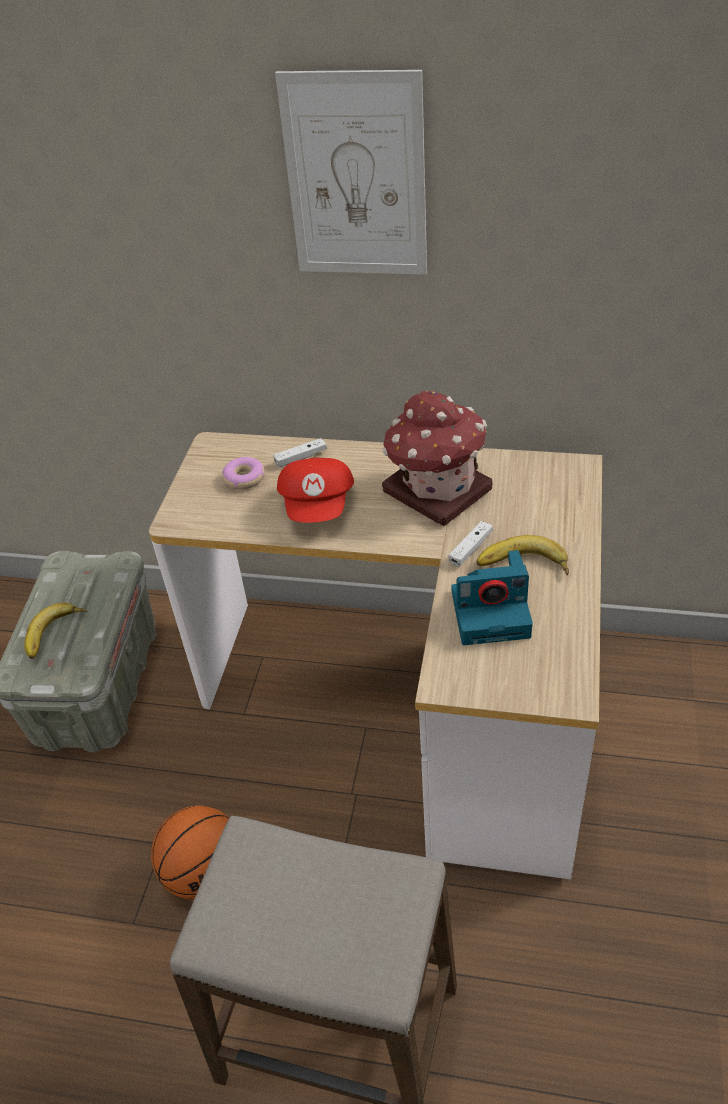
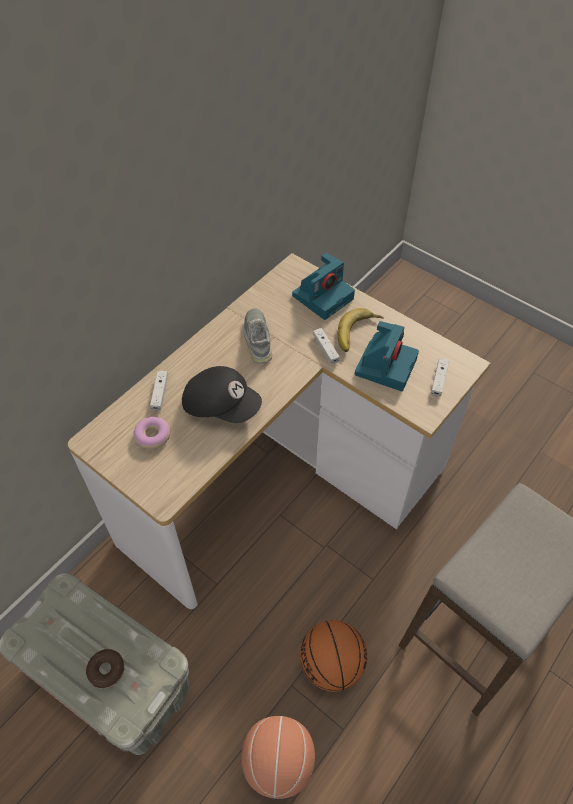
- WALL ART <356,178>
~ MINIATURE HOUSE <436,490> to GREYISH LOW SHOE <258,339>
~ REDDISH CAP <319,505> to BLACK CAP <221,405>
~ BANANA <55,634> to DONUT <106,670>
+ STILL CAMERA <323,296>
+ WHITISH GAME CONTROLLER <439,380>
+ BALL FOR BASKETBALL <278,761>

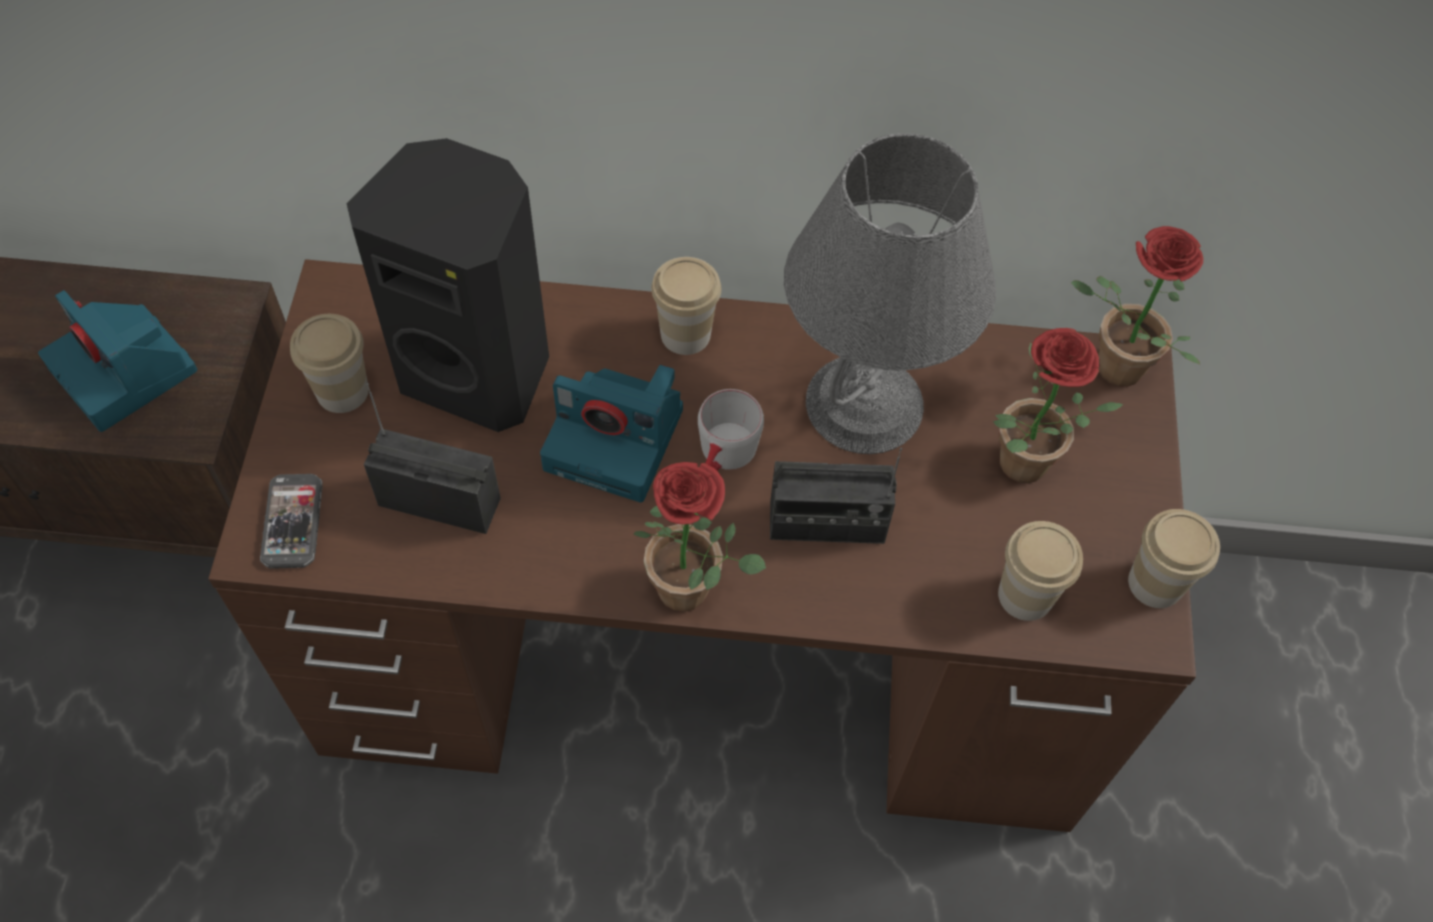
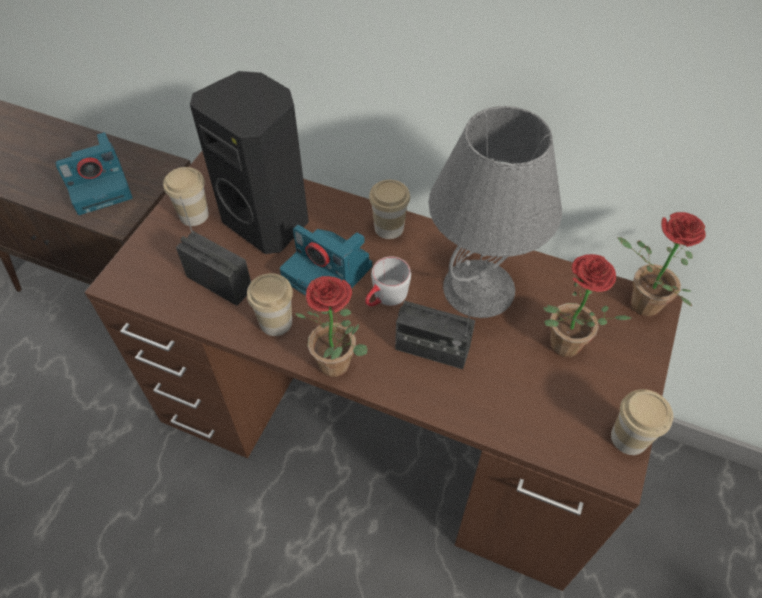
~ STILL CAMERA <126,371> = <101,186> 90 degrees counterclockwise
- PHONE <292,522>
~ CUP <1025,595> to <276,322>

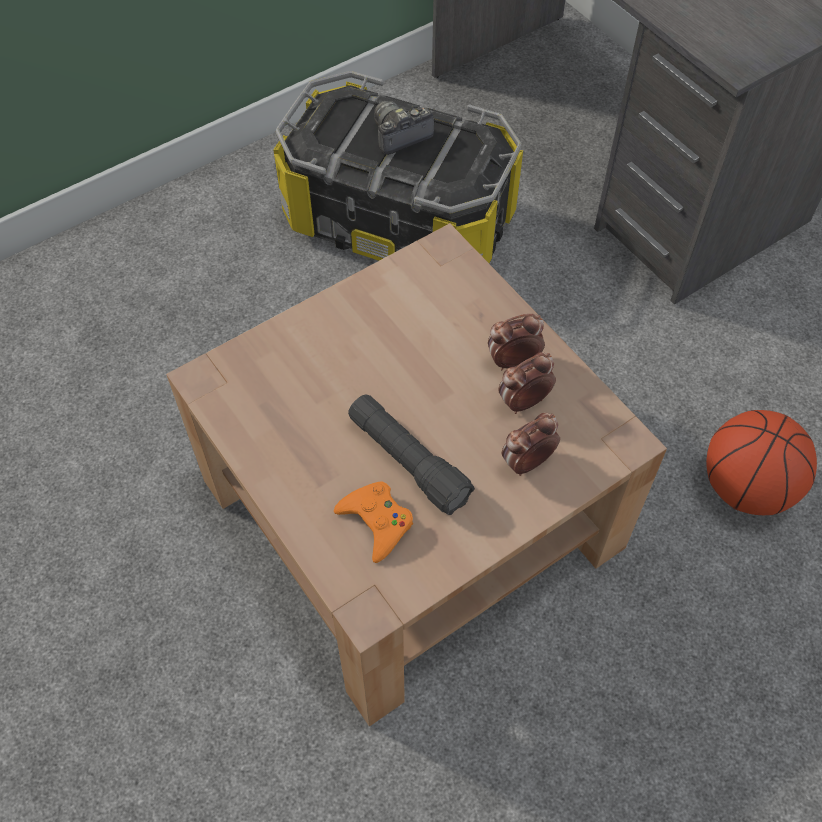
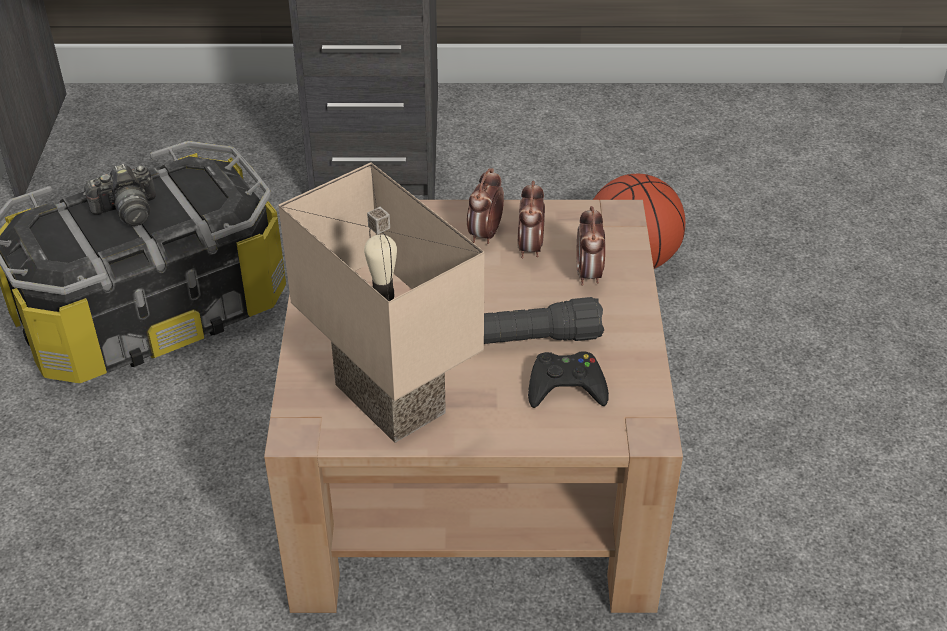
~ STILL CAMERA <400,136> = <127,211> 120 degrees counterclockwise
~ ORANGE-COLOURED GAME CONTROLLER <376,522> to BLACK GAME CONTROLLER <566,387>
+ BEIGE TABLETOP LAMP <384,400>

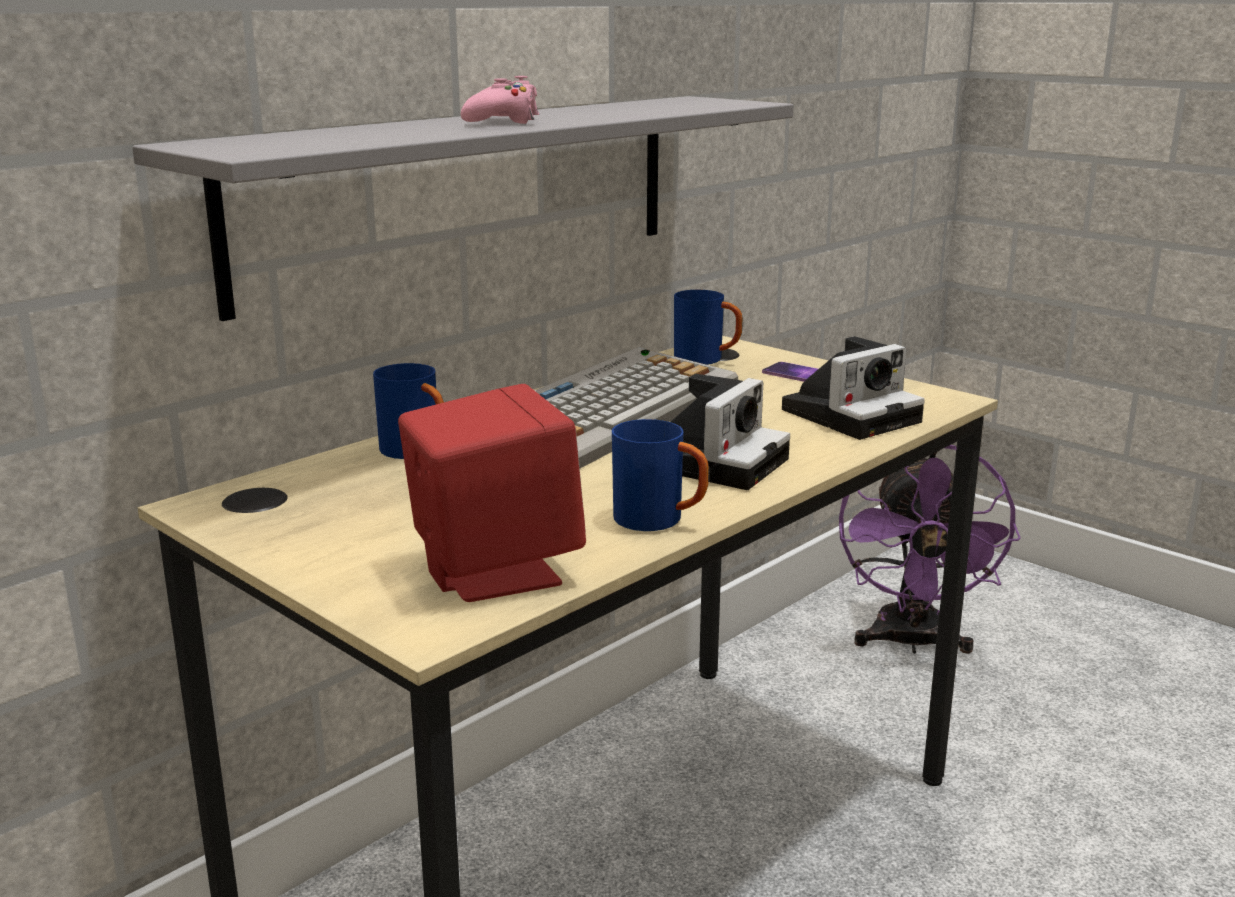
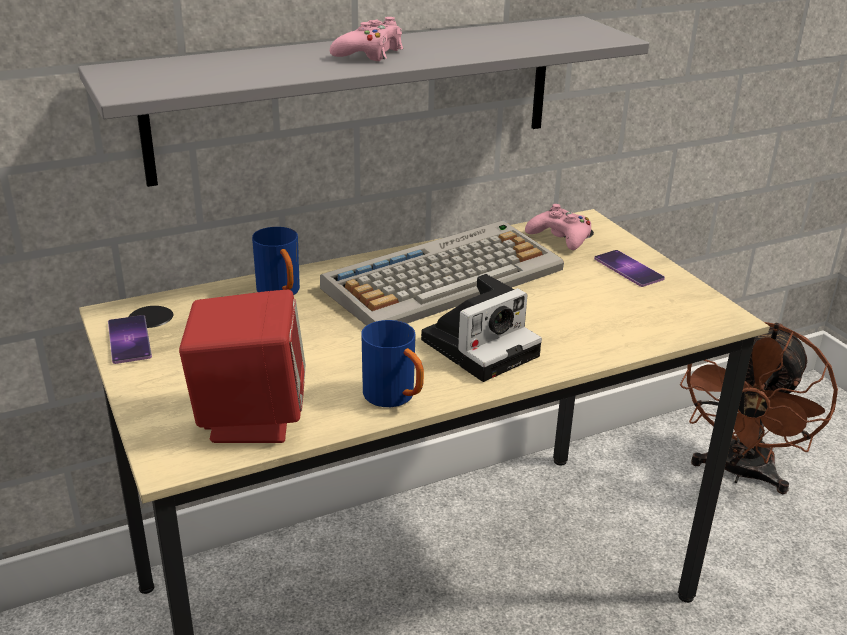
~ BLUISH MUG <707,360> to PINK-COLOURED GAME CONTROLLER <560,237>
- STILL CAMERA <853,414>
~ PURPLISH COOLING FAN <912,643> to BROWNISH COOLING FAN <739,473>
+ PHONE <129,339>

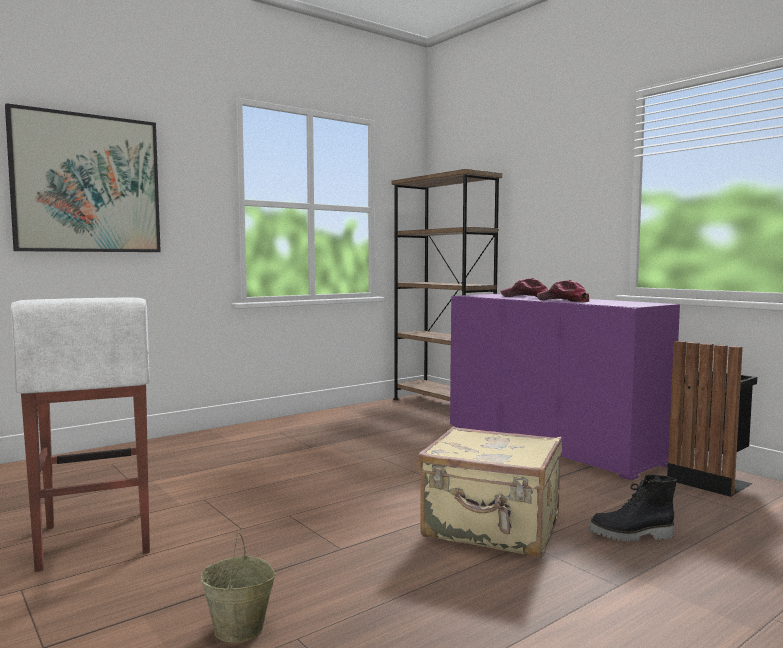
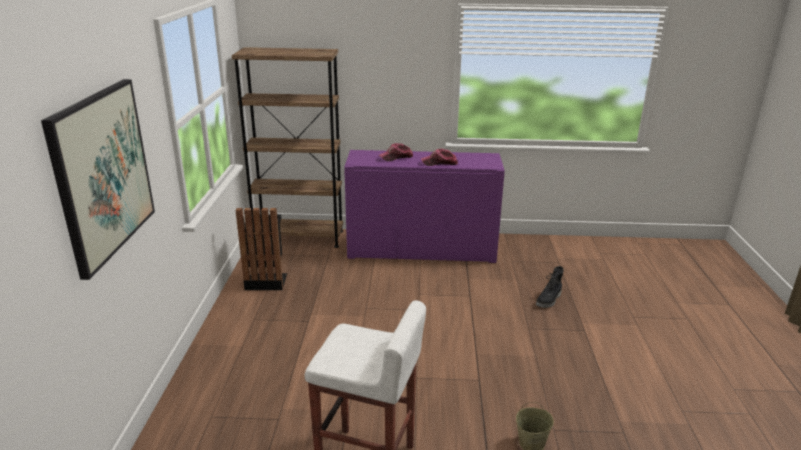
~ BLACK TRASH CAN <710,480> to <266,280>
- BEIGE TRAVEL CASE <492,529>

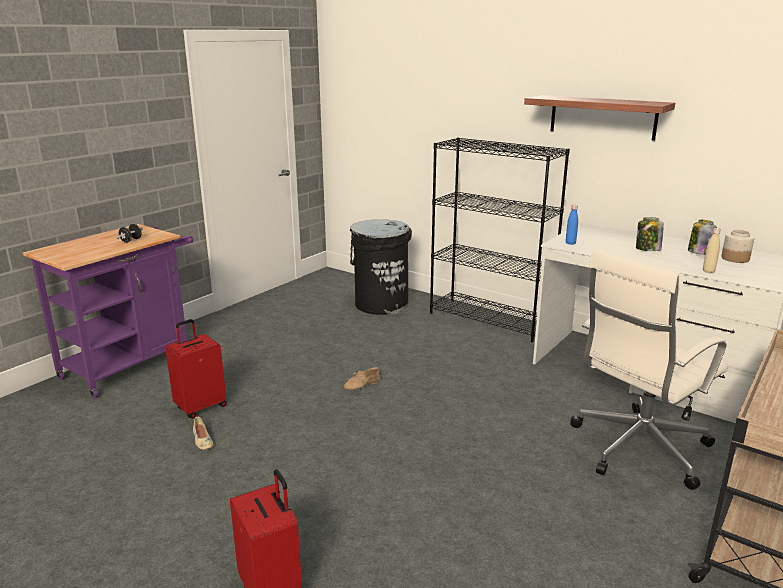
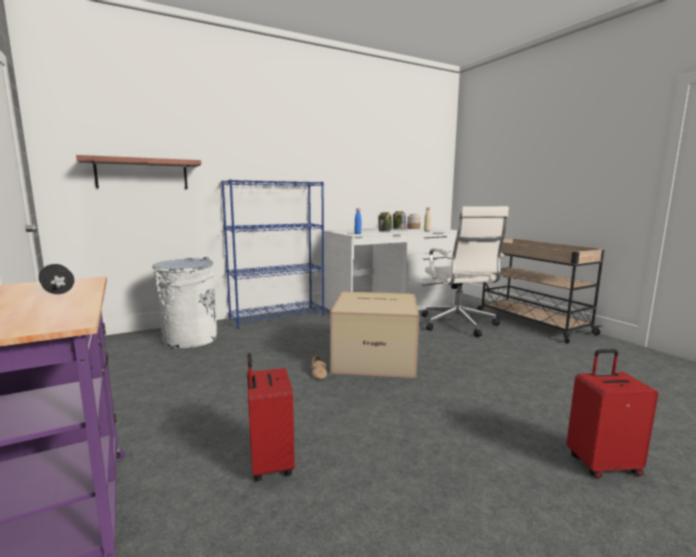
~ WALL SHELF <602,117> to <142,174>
~ BLACK BOOKCASE <490,319> to BLUISH BOOKCASE <278,317>
~ BLACK TRASH CAN <381,304> to WHITISH TRASH CAN <189,339>
- BEIGE LOW SHOE <202,440>
+ CARDBOARD BOX <376,358>

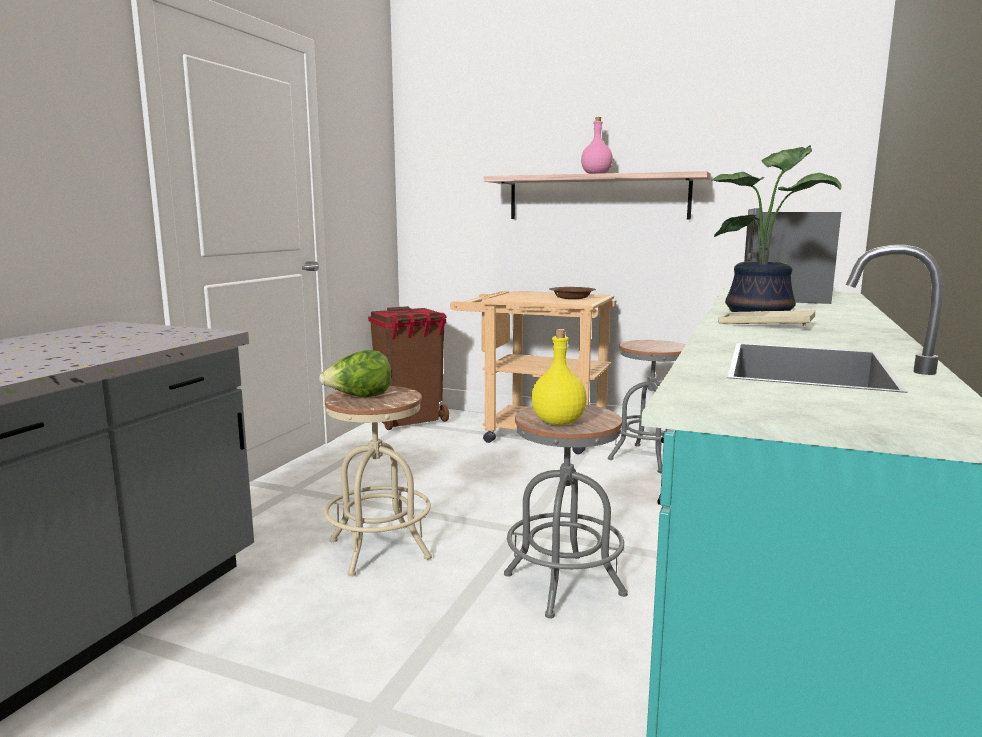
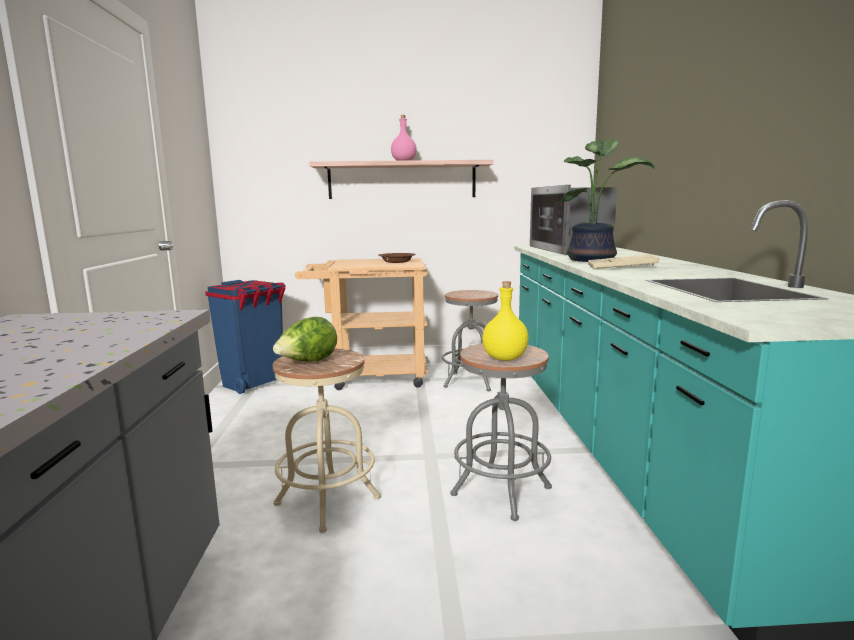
~ BROWNISH TRASH CAN <410,421> to BLUISH TRASH CAN <254,383>

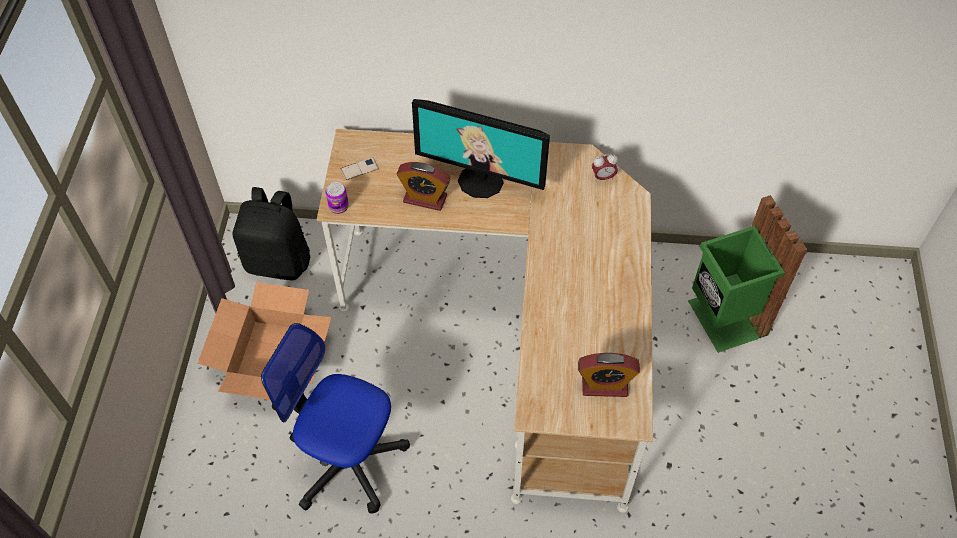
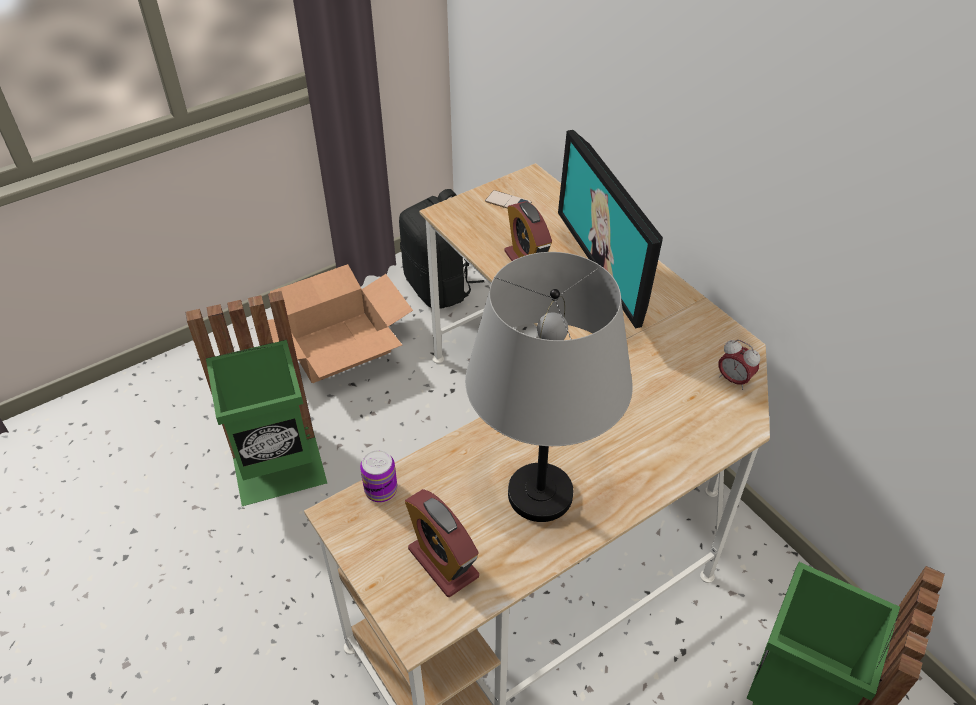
~ METAL CAN <338,206> to <381,490>
~ DESK CHAIR <347,459> to GREENISH TRASH CAN <280,469>
+ GREYISH TABLETOP LAMP <539,495>

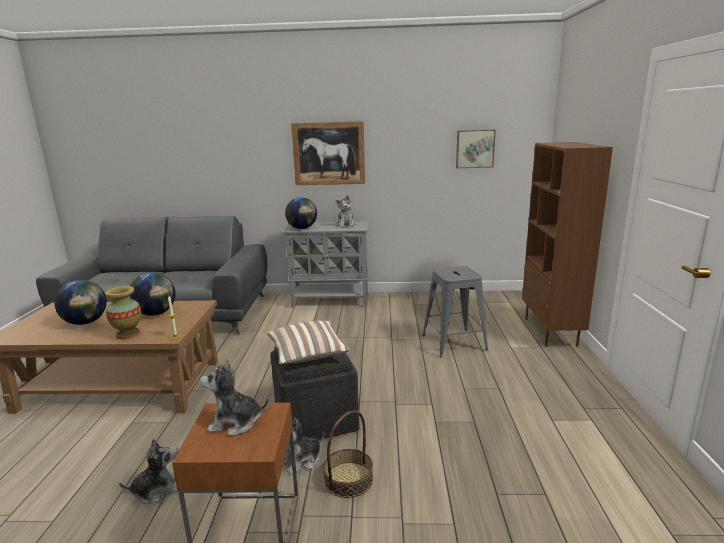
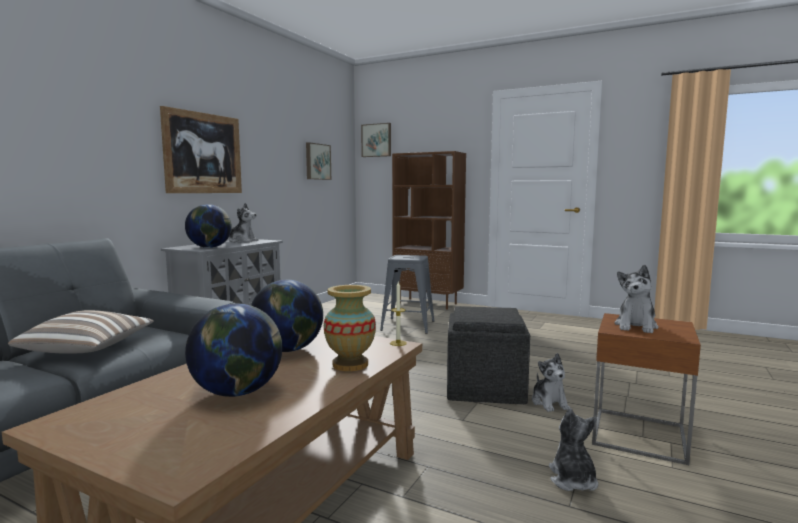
~ PILLOW <308,355> to <88,349>
- BASKET <348,479>
+ WALL ART <377,140>

